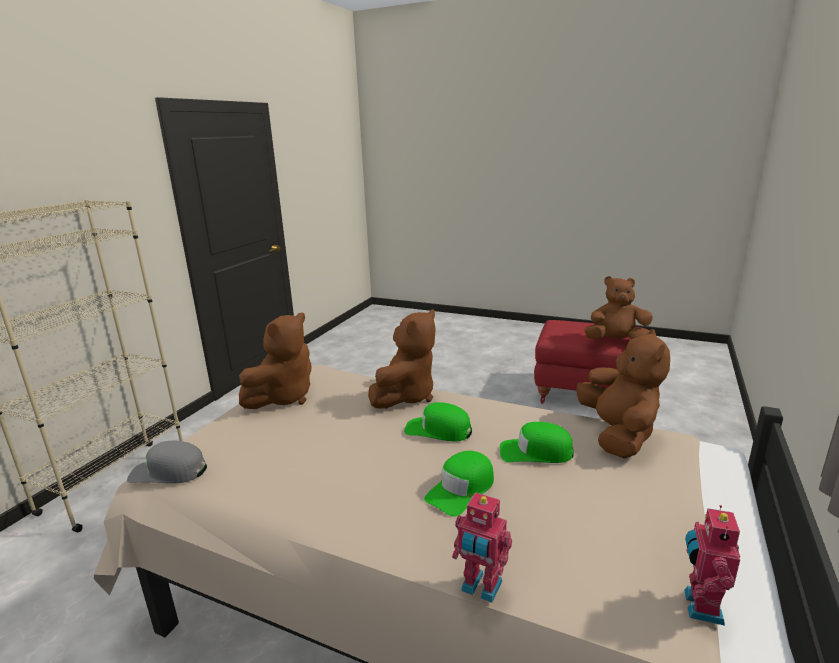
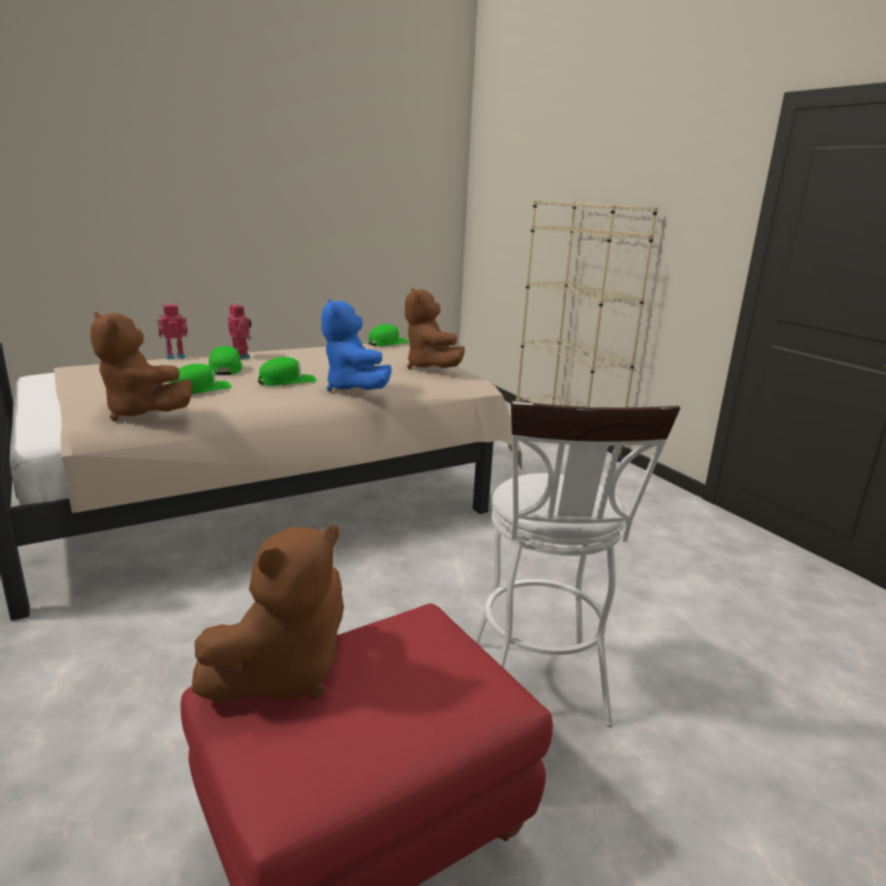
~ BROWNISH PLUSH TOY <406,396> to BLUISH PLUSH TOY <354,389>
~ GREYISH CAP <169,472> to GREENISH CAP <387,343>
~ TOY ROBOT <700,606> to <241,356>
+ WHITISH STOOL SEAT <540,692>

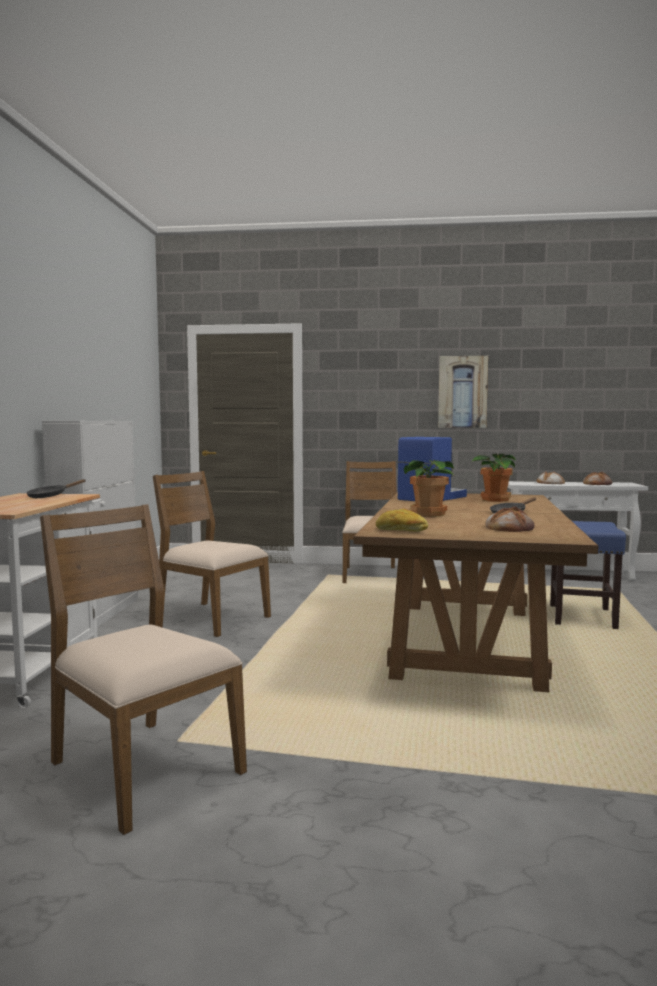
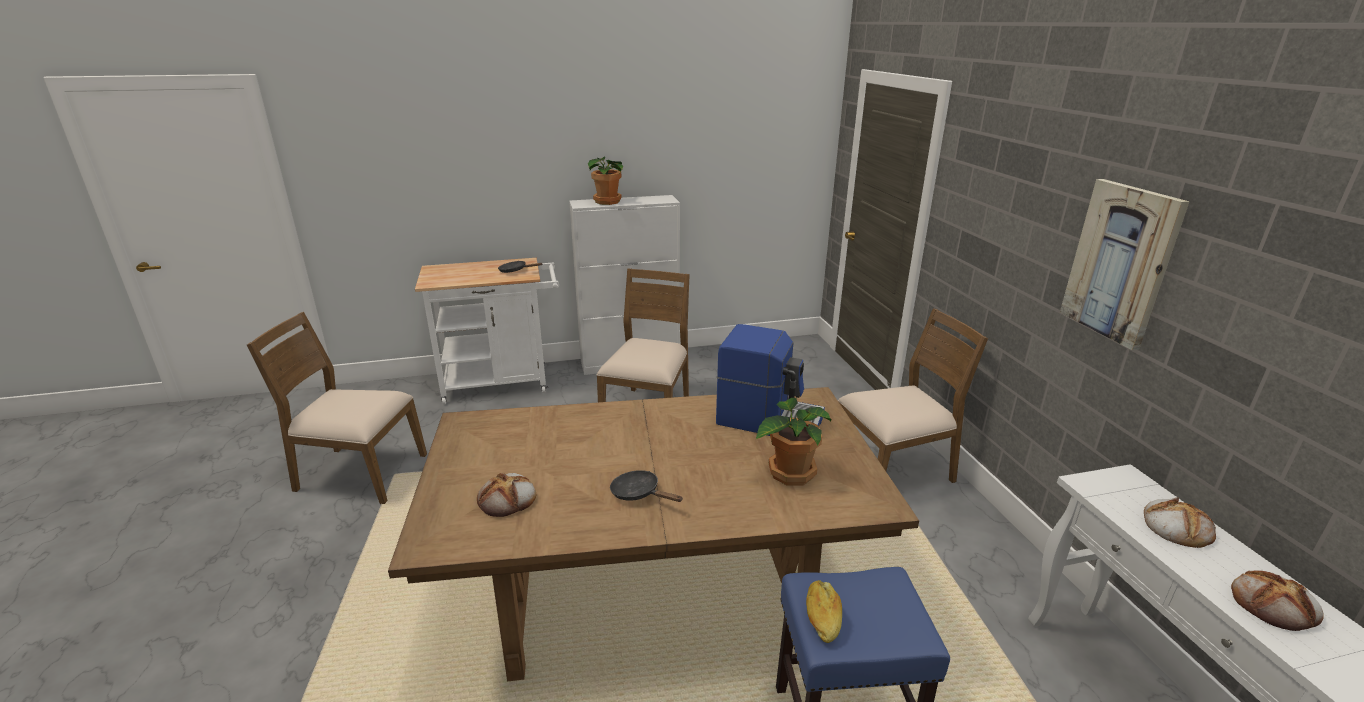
~ HOUSEPLANT <428,514> to <608,201>
~ BROWNISH UPRIGHT CHAIR <143,768> = <360,473> 105 degrees counterclockwise
~ BREAD <401,530> to <822,617>

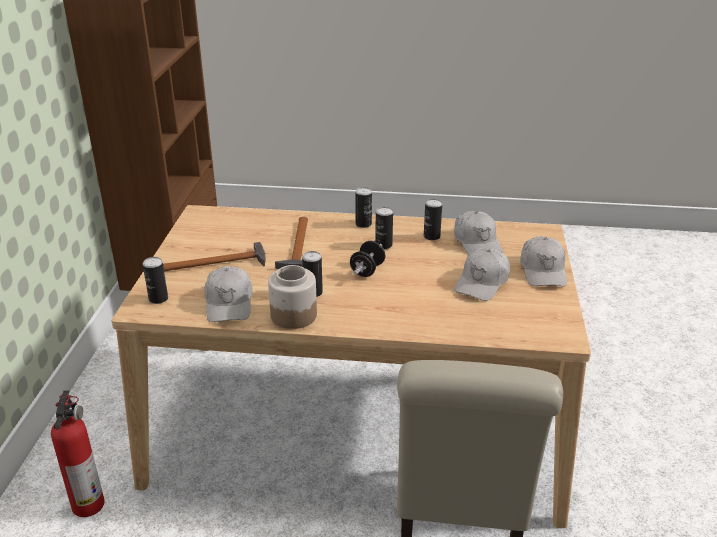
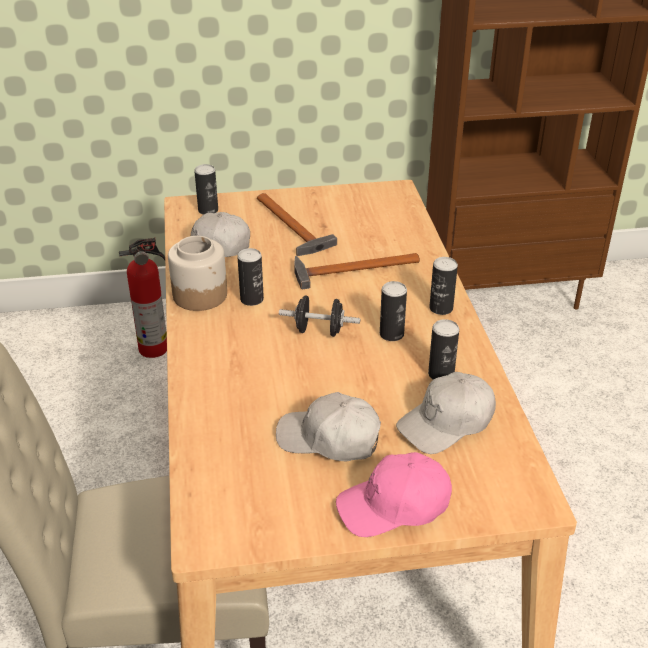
~ WHITISH CAP <543,271> to PINK-COLOURED CAP <394,506>

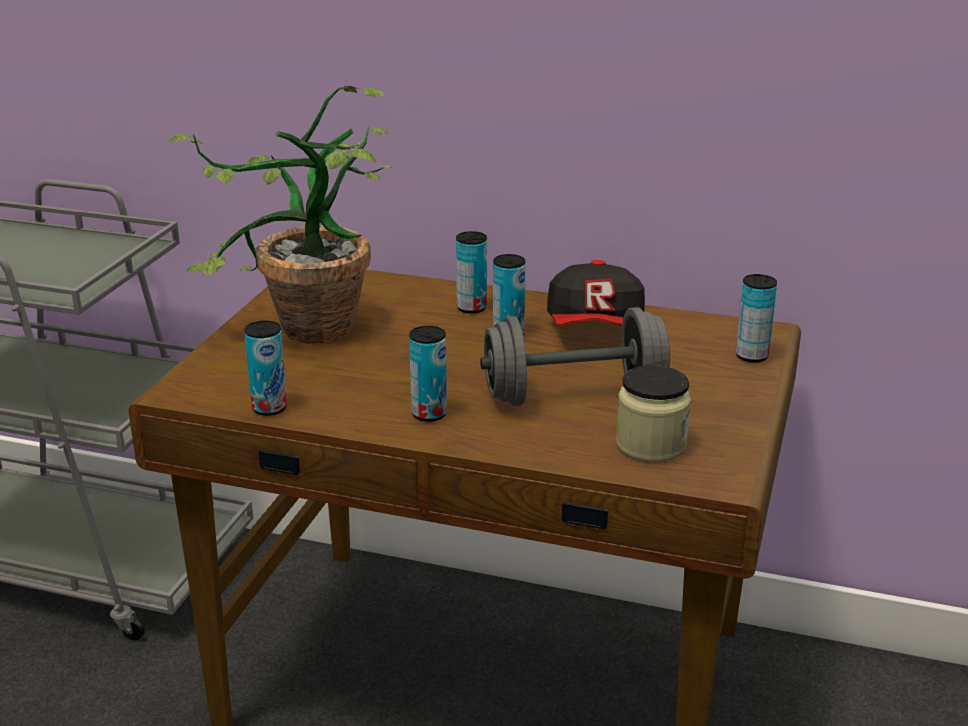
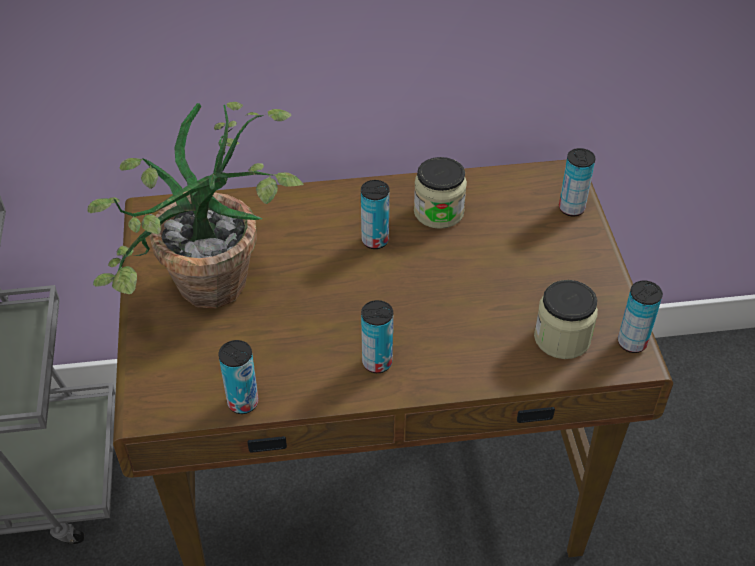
~ METAL CAN <471,308> to <632,342>
~ CAP <596,329> to PRESERVE JAR <438,212>
- GREYISH HAND WEIGHT <574,395>

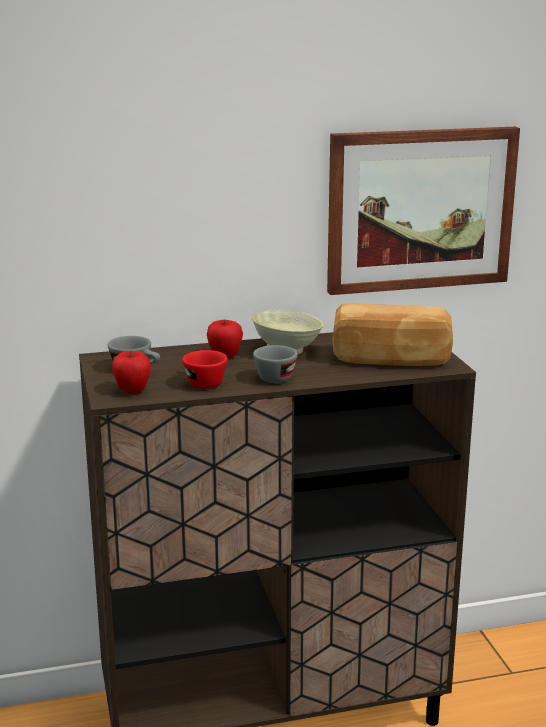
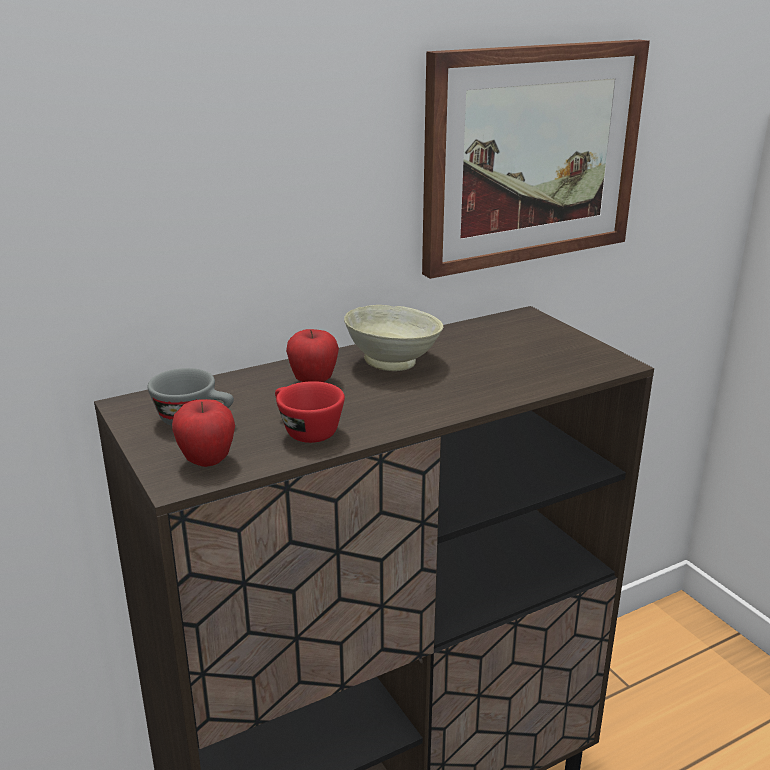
- BREAD <391,360>
- GREYISH CUP <278,376>

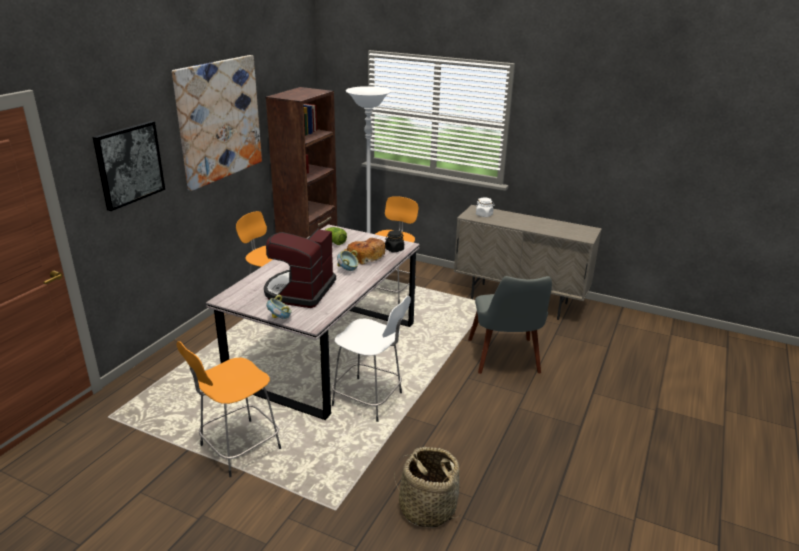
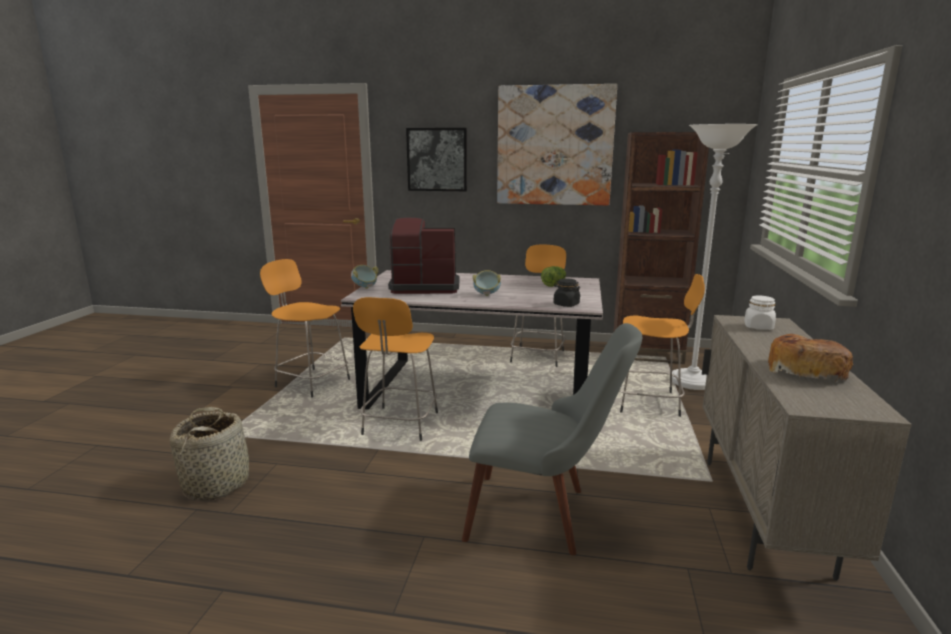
~ BREAD <365,256> to <805,370>
~ GREYISH UPRIGHT CHAIR <506,361> = <544,515> 150 degrees counterclockwise
~ WHITISH STOOL SEAT <369,400> to ORANGE-COLOURED STOOL SEAT <399,425>

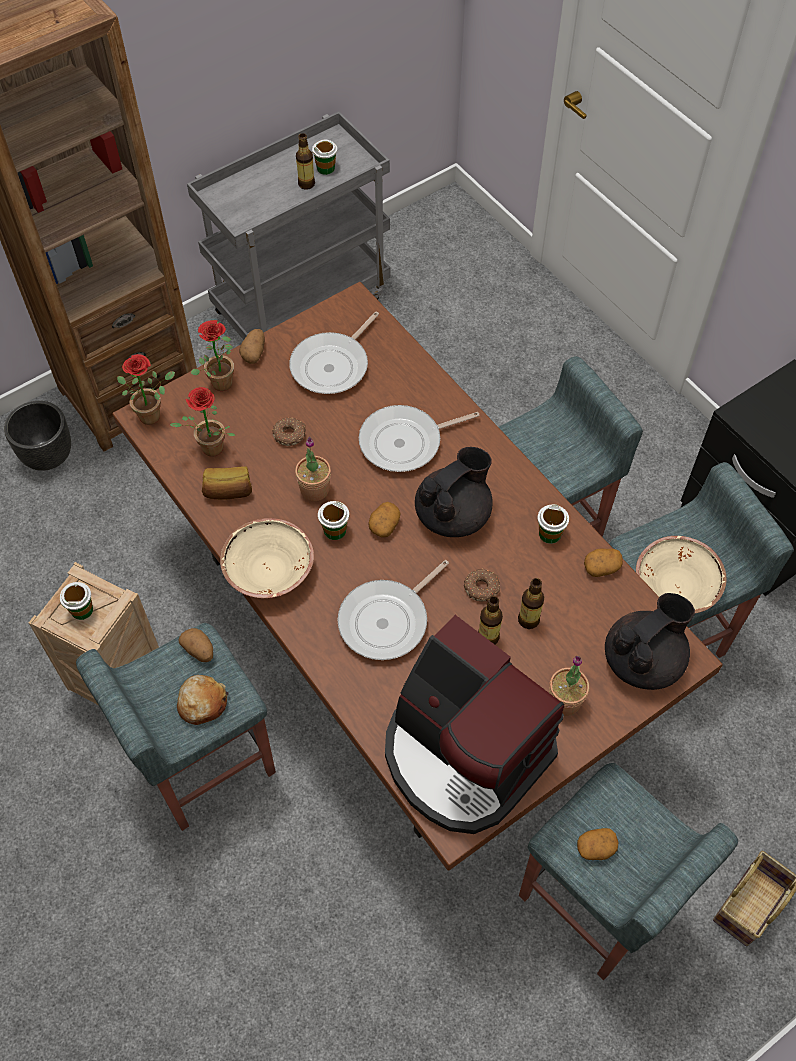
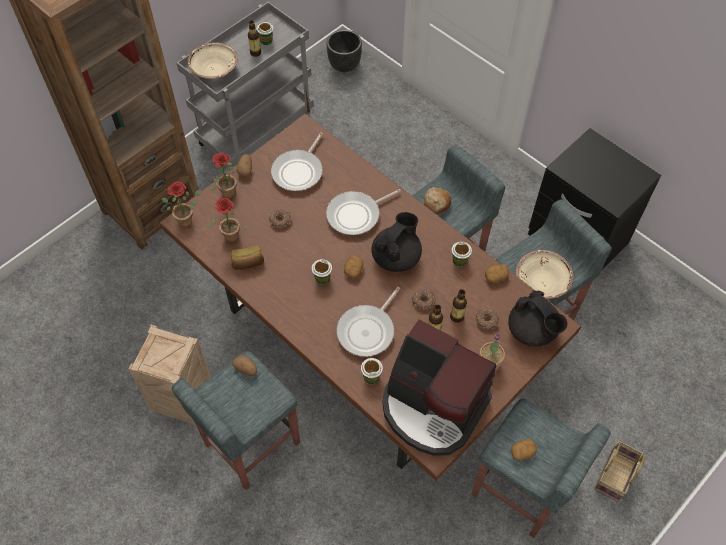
~ BLACK PLANTER <47,455> to <344,65>
- HOUSEPLANT <315,489>
~ BEIGE DEEP DISH <269,571> to <214,71>
~ CUP <82,609> to <371,377>
~ BLACK POT FOR TEA <643,660> = <532,331> 105 degrees clockwise
~ BREAD <202,703> to <436,203>
+ DONUT <487,321>

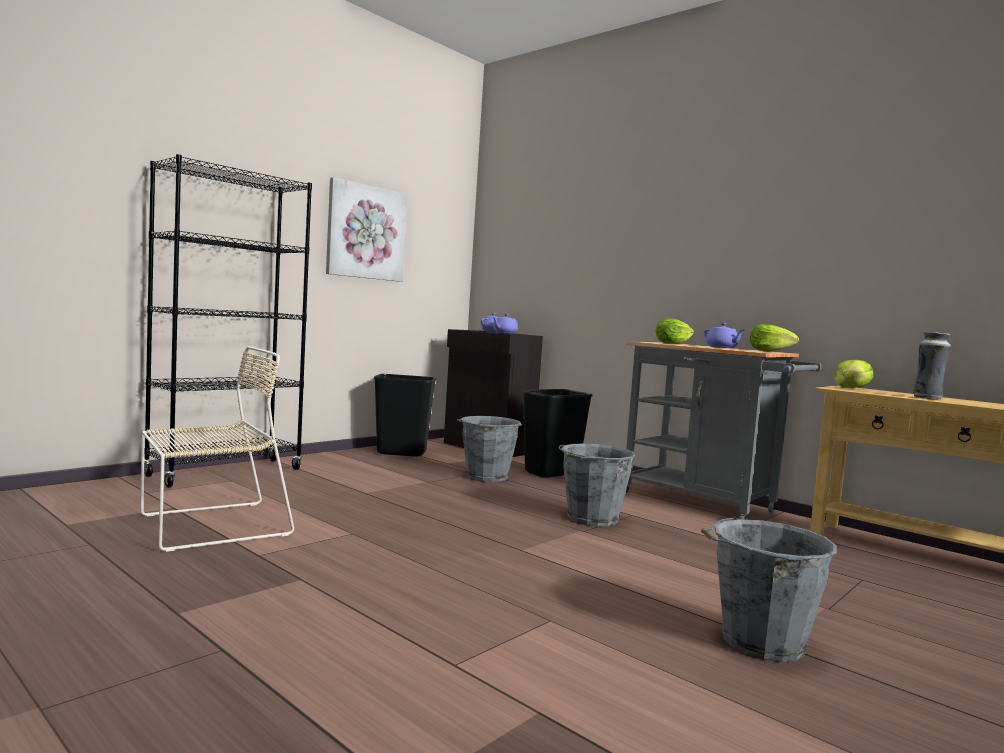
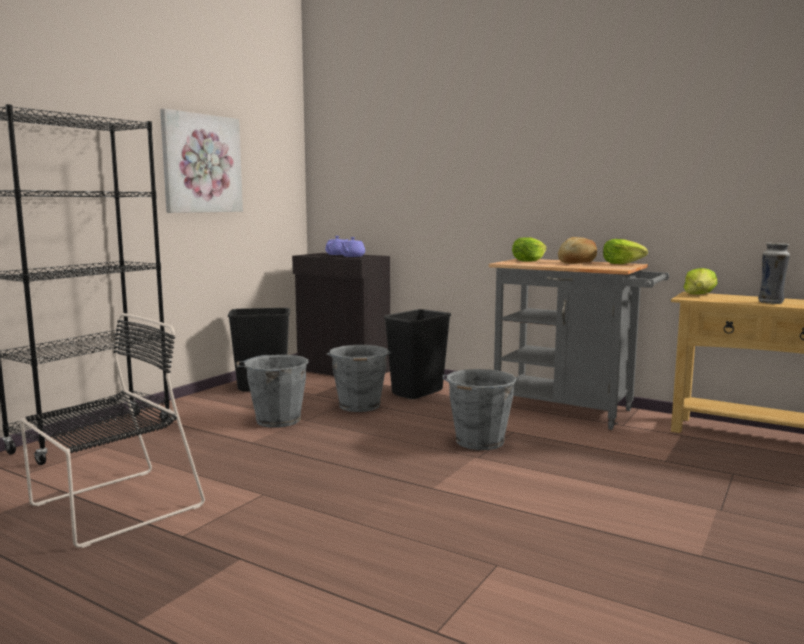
~ PURPLISH POT FOR TEA <722,347> to BREAD <577,262>
~ BEIGE UPRIGHT CHAIR <209,525> to BLACK UPRIGHT CHAIR <111,507>
~ GREYISH WATER BUCKET <758,642> to <276,420>

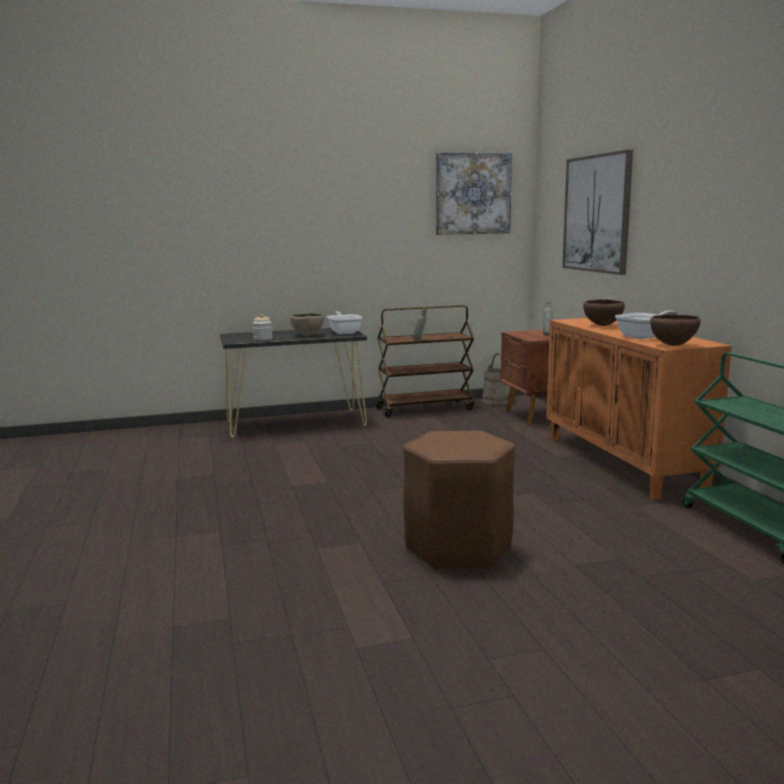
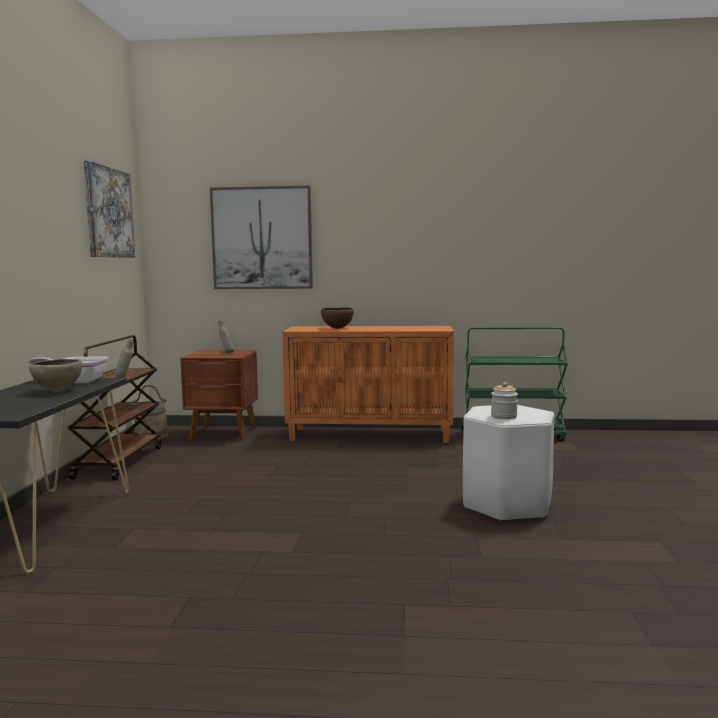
- PAN <645,337>
~ PRESERVE JAR <263,339> to <503,416>
- BROWNISH DEEP DISH <673,345>
~ BROWNISH STOOL SEAT <457,548> to WHITISH STOOL SEAT <507,505>

